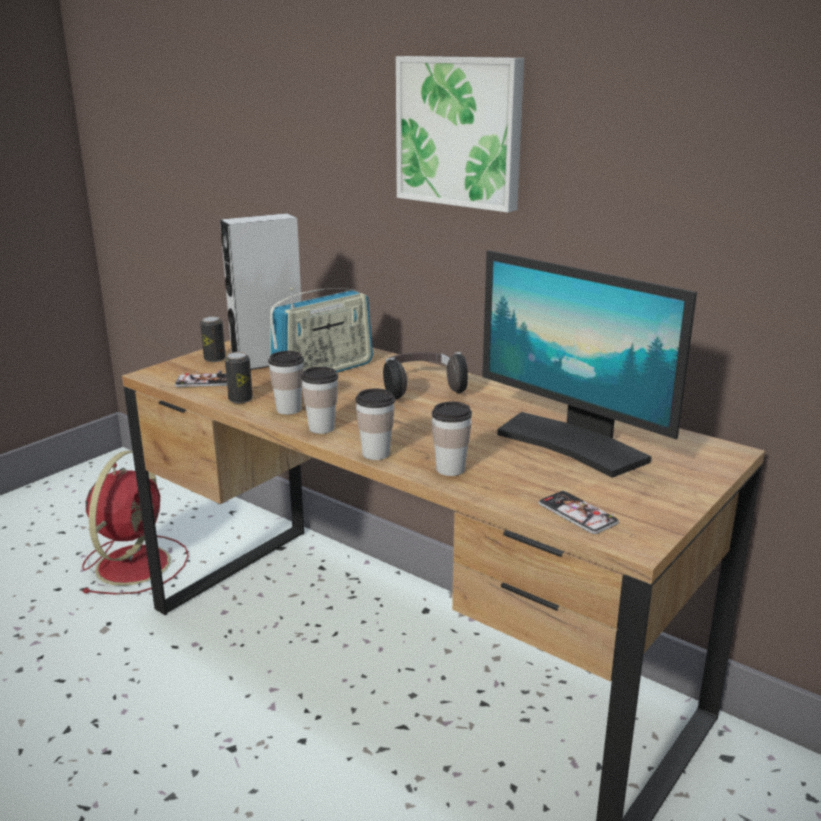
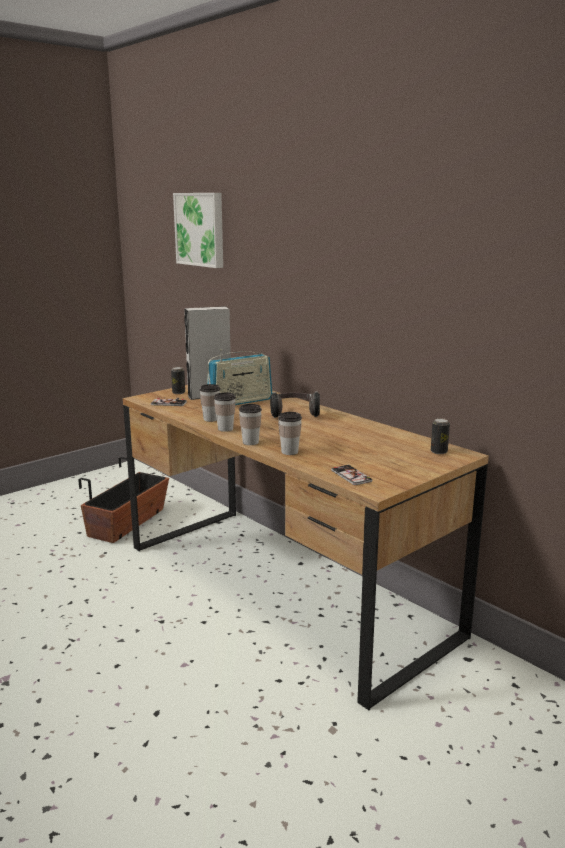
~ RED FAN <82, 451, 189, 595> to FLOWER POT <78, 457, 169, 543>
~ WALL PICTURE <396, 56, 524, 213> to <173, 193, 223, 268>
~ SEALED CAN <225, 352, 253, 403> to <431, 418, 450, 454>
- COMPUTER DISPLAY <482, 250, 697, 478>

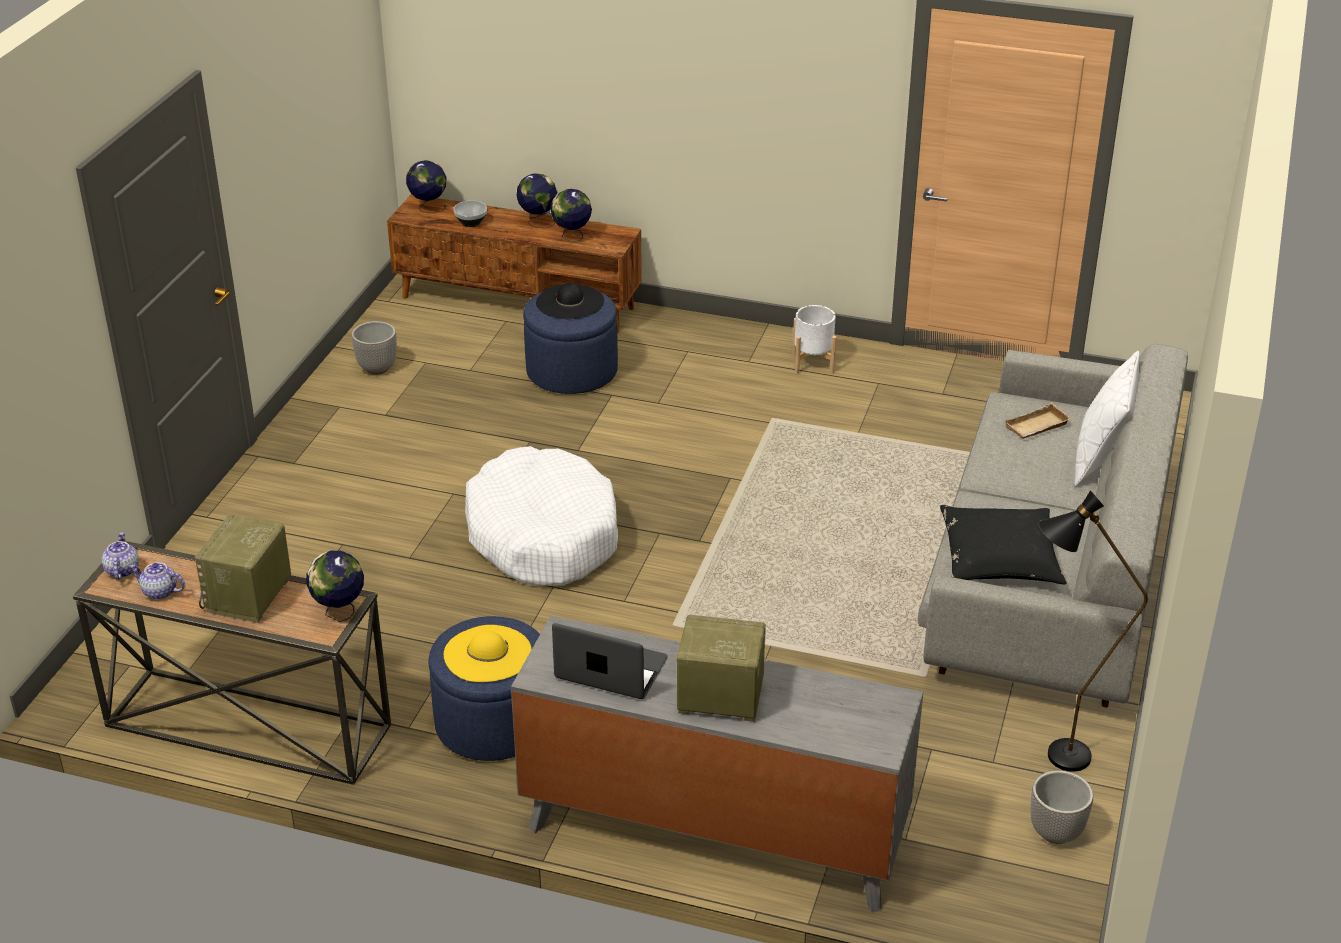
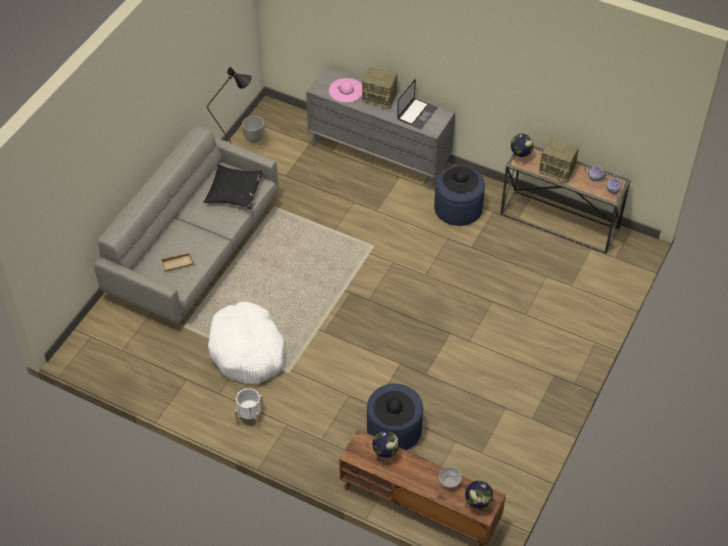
~ WHITE DOG BED <465, 446, 618, 586> to <208, 301, 286, 385>
+ PINK-COLOURED WEARABLE HAT <329, 78, 363, 102>
~ NOTEBOOK COMPUTER <552, 623, 668, 699> = <397, 79, 438, 129> 90 degrees counterclockwise
~ YELLOWISH WEARABLE HAT <444, 625, 532, 682> to BLACK WEARABLE HAT <443, 166, 479, 193>
~ RADIO SET <195, 514, 291, 623> = <539, 137, 579, 183> 90 degrees clockwise
- FLOWER POT <351, 321, 397, 375>
- GLOBE <517, 173, 557, 228>
- WHITE THROW PILLOW <1074, 351, 1140, 487>

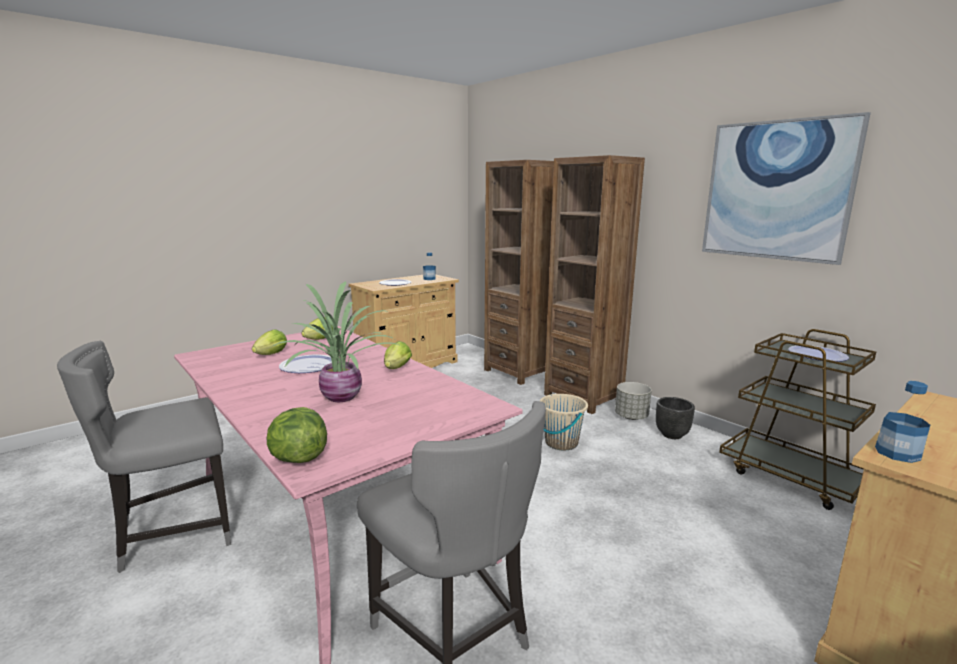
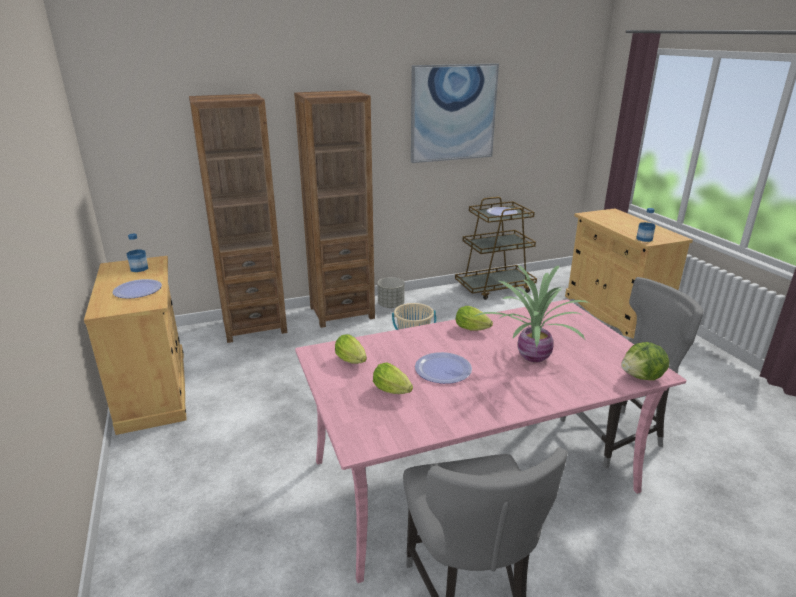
- BLACK FLOWER POT <656, 397, 695, 439>

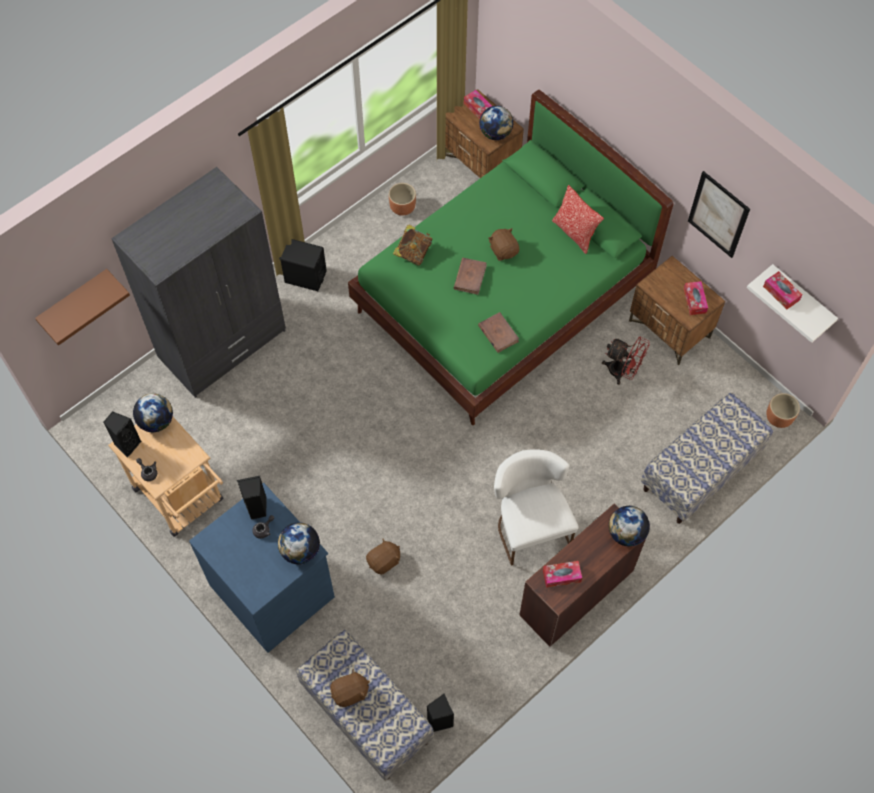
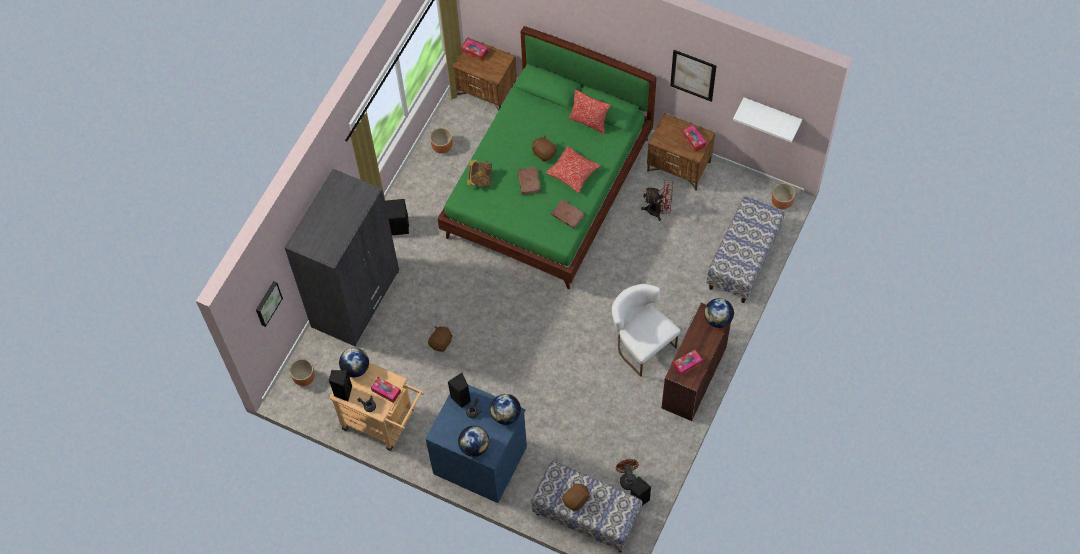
~ BROWN-COLOURED SHELF <35, 269, 130, 346> to WALL PICTURE <256, 281, 283, 327>
+ BROWN-COLOURED FLOWER POT <290, 359, 315, 386>
~ TISSUE HOLDER <763, 271, 803, 310> to <371, 377, 401, 403>
~ BROWN-COLOURED CUDDLY TOY <366, 539, 400, 575> to <428, 326, 453, 352>
~ GLOBE <479, 106, 514, 140> to <458, 426, 489, 457>
+ THROW PILLOW <545, 146, 601, 193>
+ BROWN-COLOURED FAN <616, 459, 639, 490>

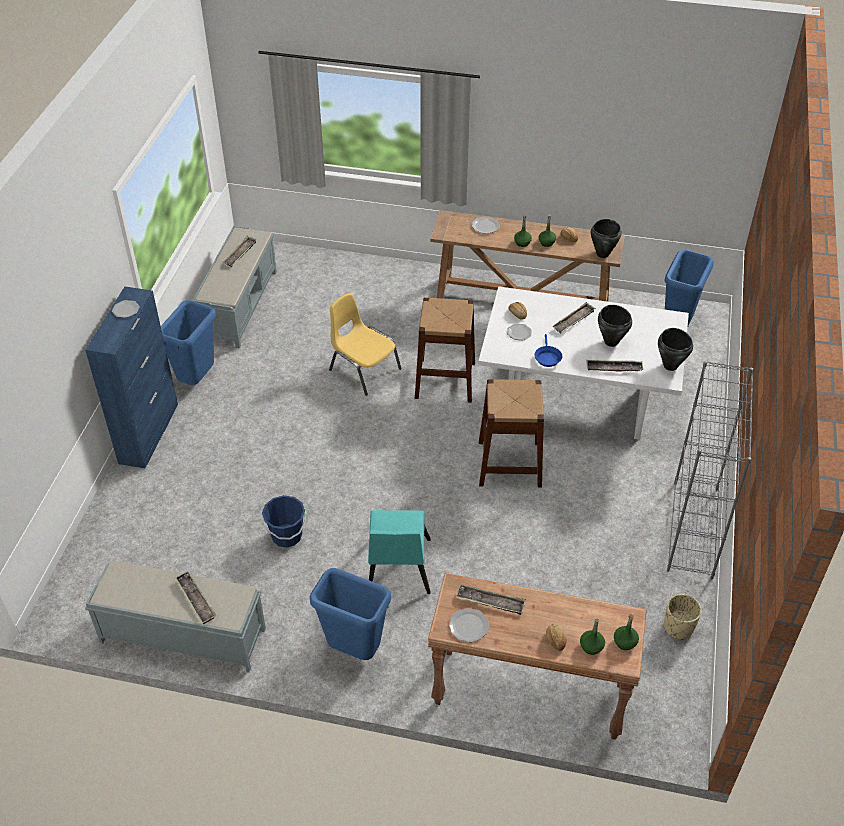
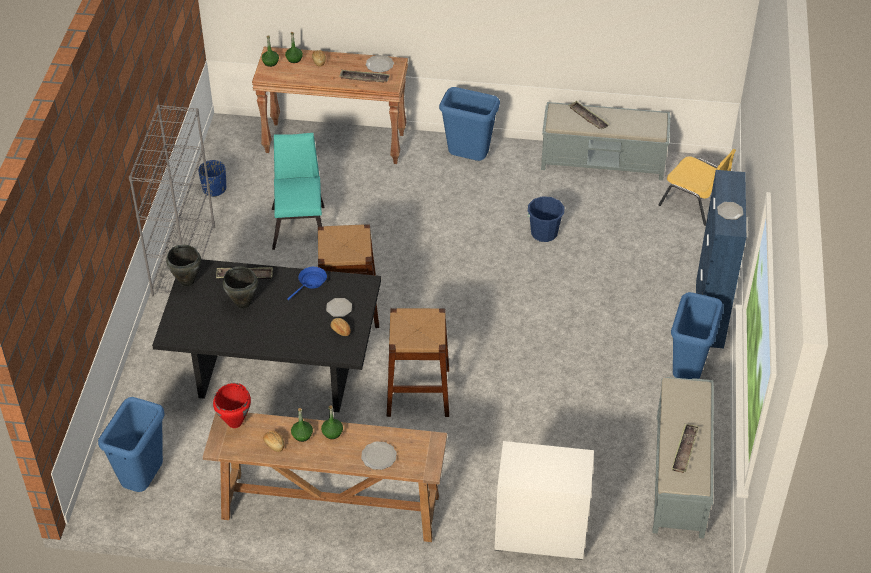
~ WHITE DINING TABLE <478, 286, 689, 440> to BLACK DINING TABLE <152, 259, 381, 412>
~ BEIGE FLOWER POT <664, 594, 702, 640> to BLUISH FLOWER POT <198, 160, 226, 197>
~ BLACK COOKING POT <590, 219, 622, 258> to RED COOKING POT <213, 383, 251, 428>
~ BLUE-GREEN CHAIR <368, 510, 431, 594> to <272, 133, 324, 250>
~ BLUISH FRYING PAN <534, 334, 562, 367> = <287, 267, 327, 300> 45 degrees clockwise
+ WHITE DRESSER <494, 441, 594, 560>
~ YELLOWISH CHAIR <329, 293, 401, 396> to <658, 149, 736, 226>
- SERVING TRAY <552, 302, 596, 333>

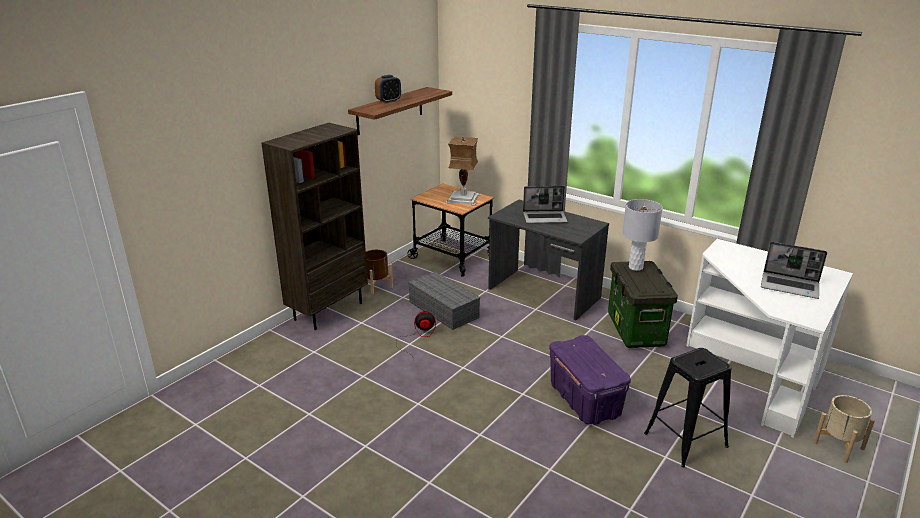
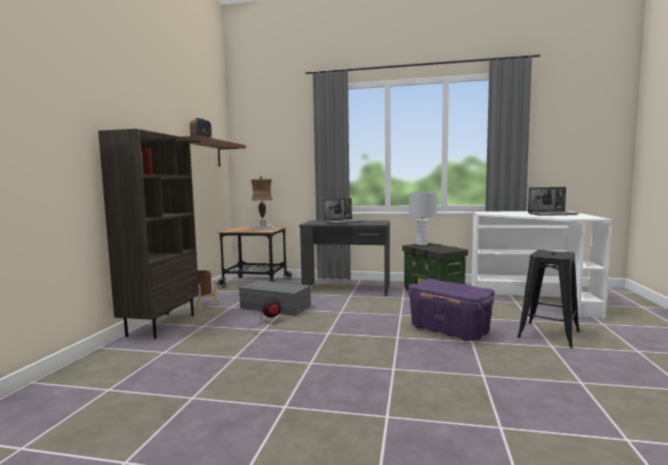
- BEIGE FLOWER POT <813, 395, 875, 463>

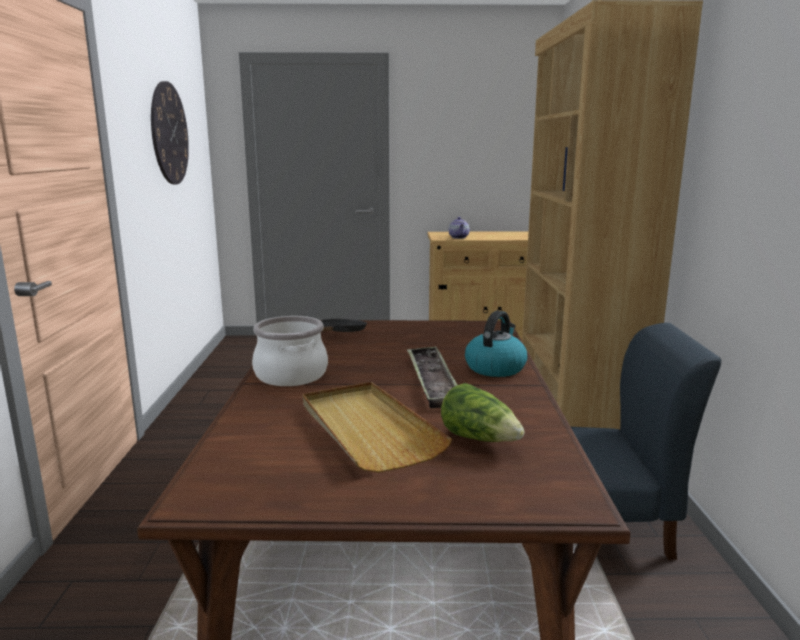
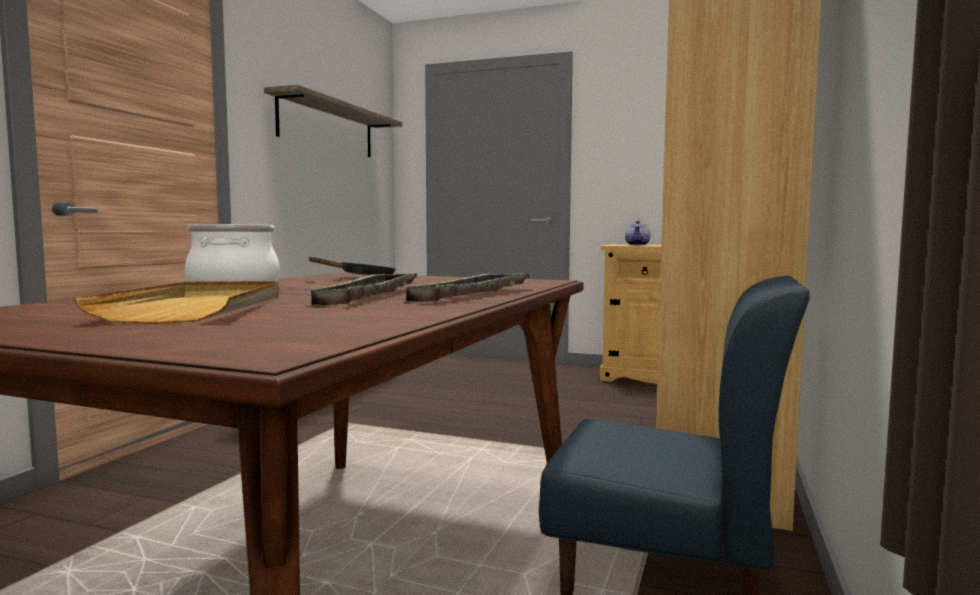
~ WALL CLOCK <151, 81, 189, 184> to SHELF <264, 85, 403, 157>
~ KETTLE <465, 311, 528, 377> to SERVING TRAY <401, 273, 532, 302>
- HEAD OF LETTUCE <441, 383, 524, 442>

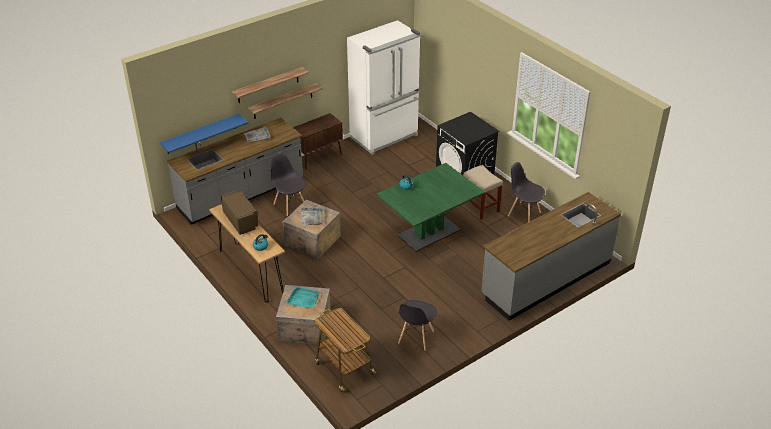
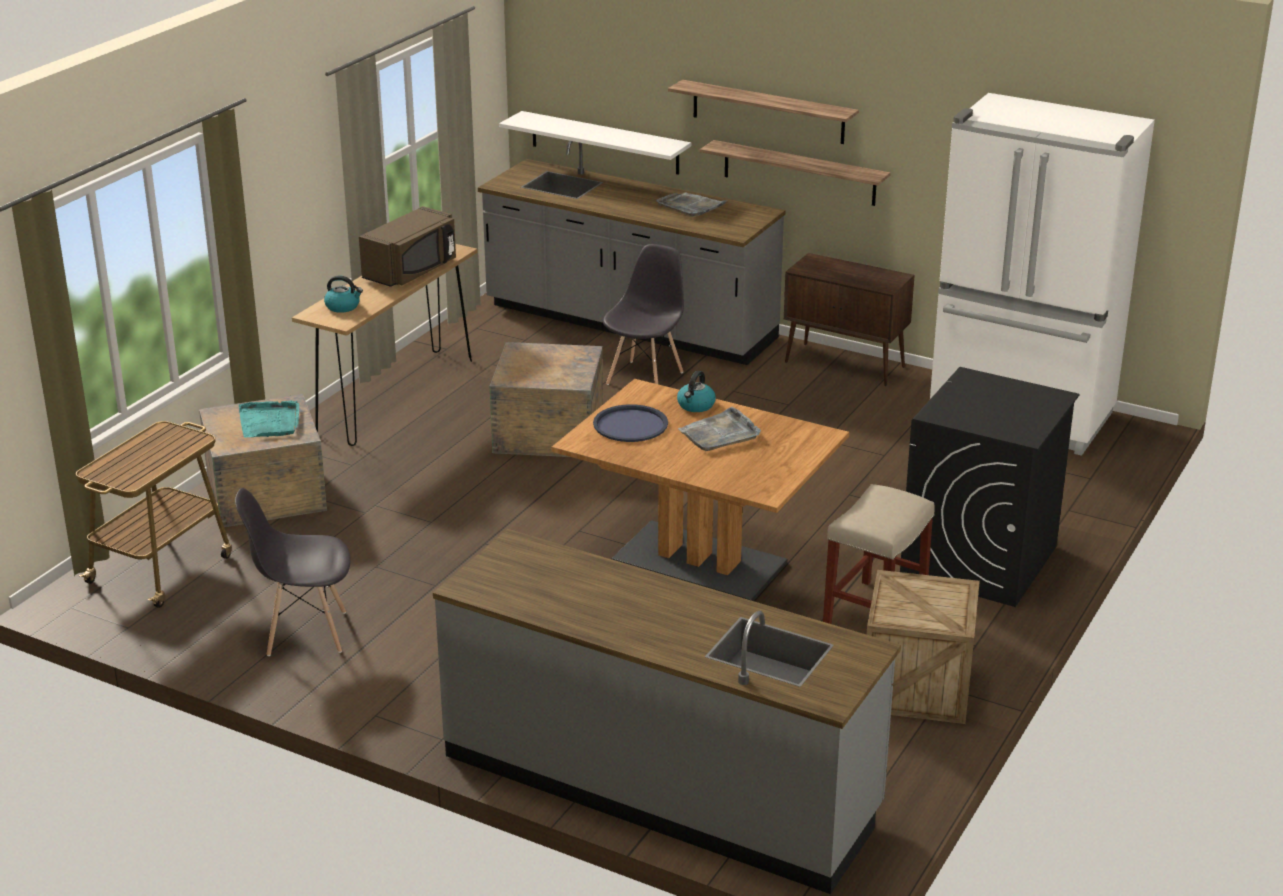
~ BLUISH SHELF <160, 114, 248, 154> to WHITE SHELF <499, 111, 691, 175>
~ GREEN DINING TABLE <376, 163, 485, 252> to BROWN-COLOURED DINING TABLE <552, 379, 849, 601>
+ BLUISH SERVING TRAY <593, 404, 668, 442>
~ GREY SERVING TRAY <301, 207, 324, 225> to <678, 407, 761, 451>
~ GREY CHAIR <508, 162, 545, 222> to SHIPPING CRATE <867, 570, 980, 724>

